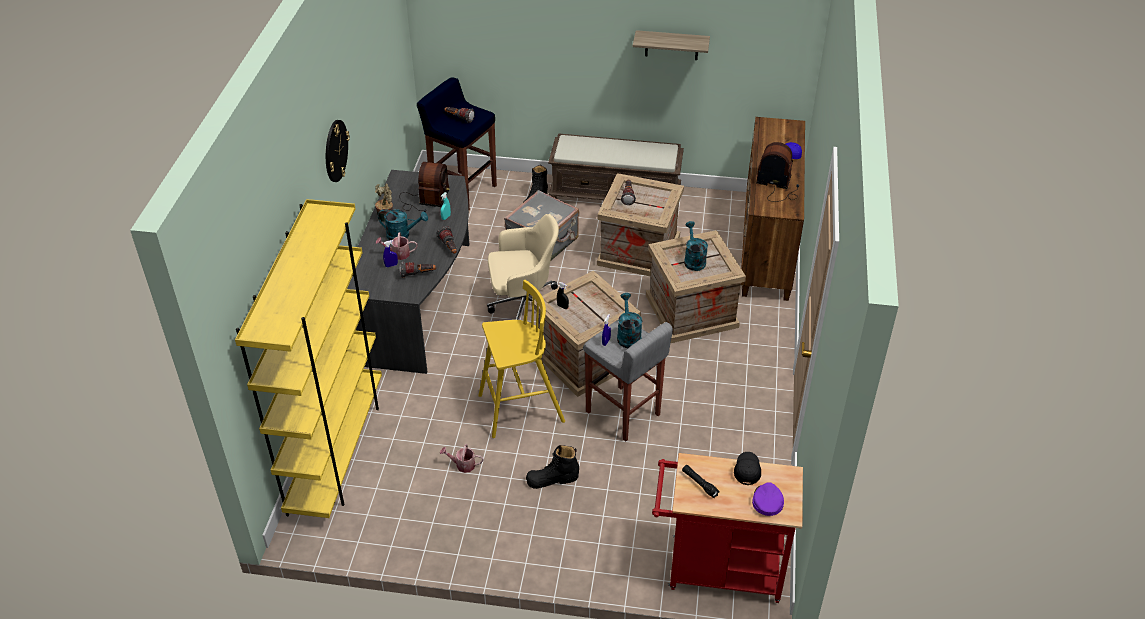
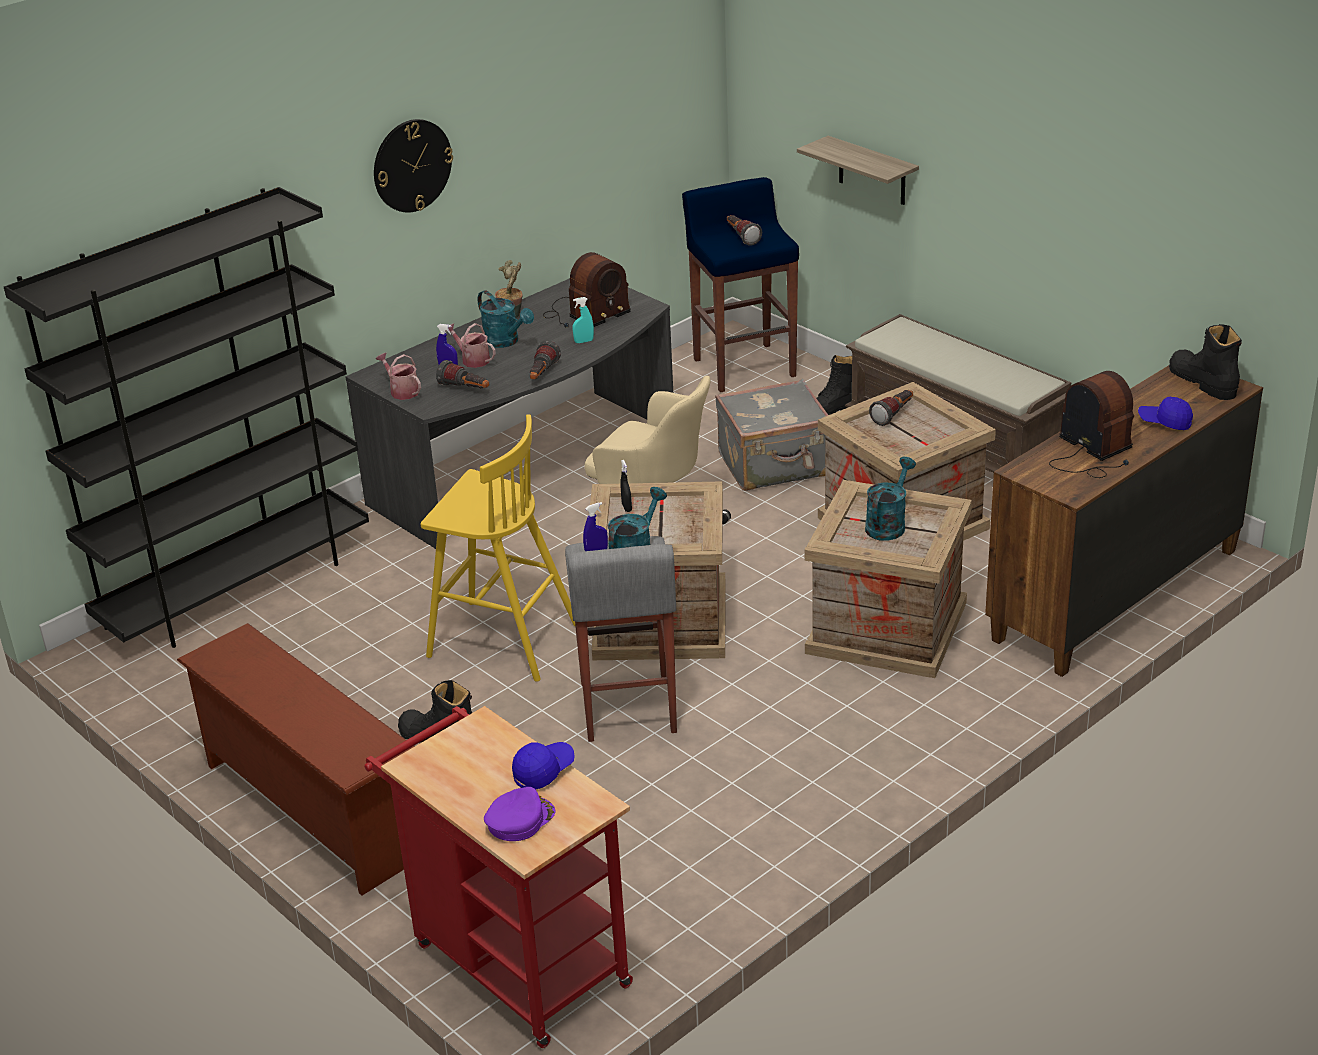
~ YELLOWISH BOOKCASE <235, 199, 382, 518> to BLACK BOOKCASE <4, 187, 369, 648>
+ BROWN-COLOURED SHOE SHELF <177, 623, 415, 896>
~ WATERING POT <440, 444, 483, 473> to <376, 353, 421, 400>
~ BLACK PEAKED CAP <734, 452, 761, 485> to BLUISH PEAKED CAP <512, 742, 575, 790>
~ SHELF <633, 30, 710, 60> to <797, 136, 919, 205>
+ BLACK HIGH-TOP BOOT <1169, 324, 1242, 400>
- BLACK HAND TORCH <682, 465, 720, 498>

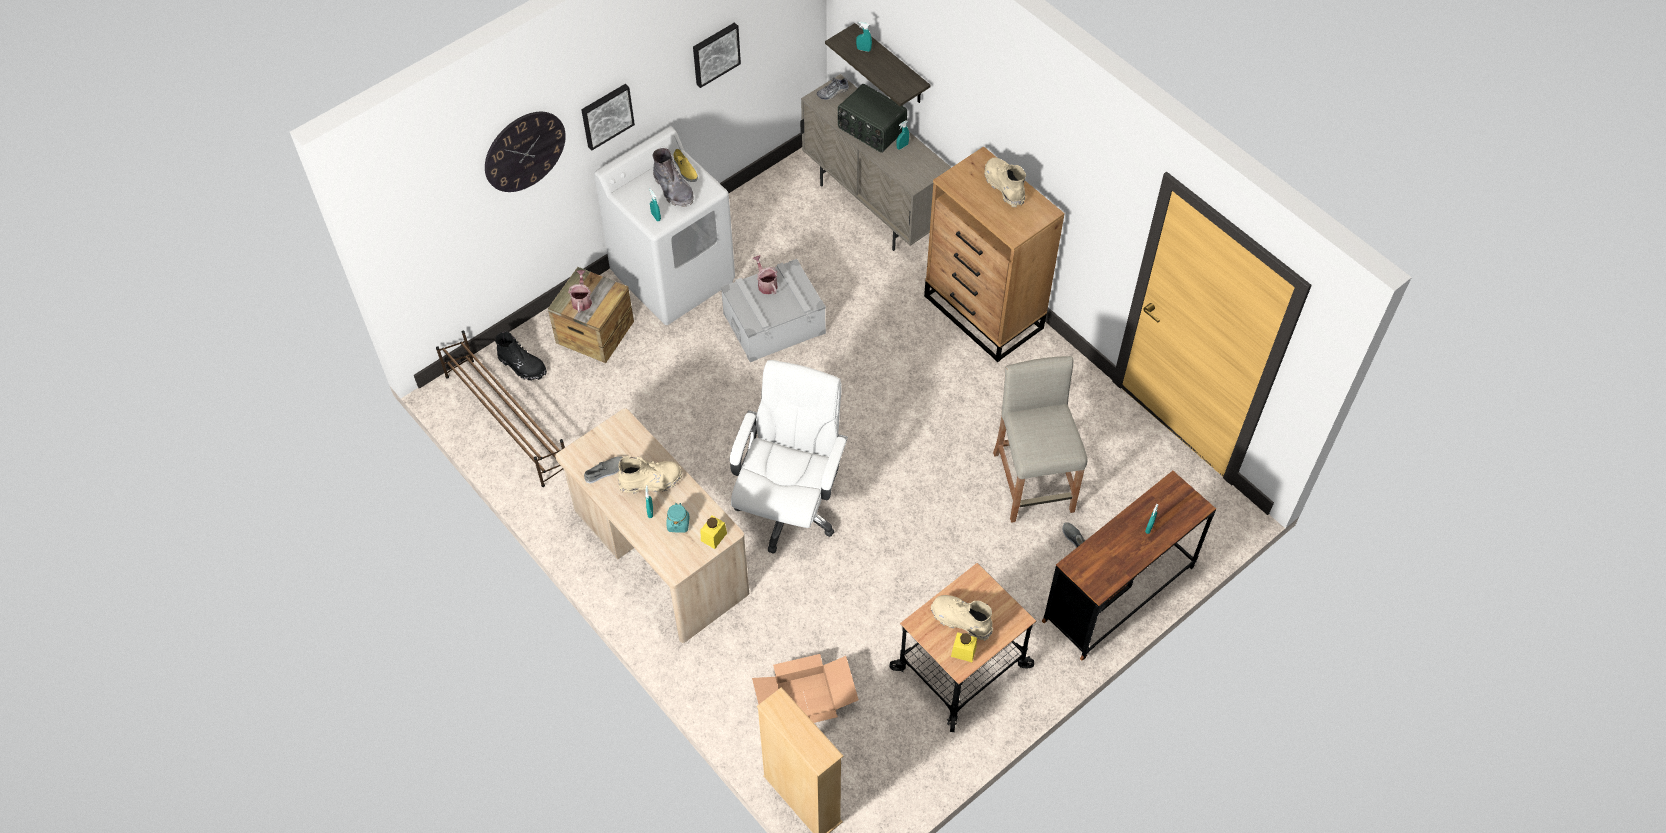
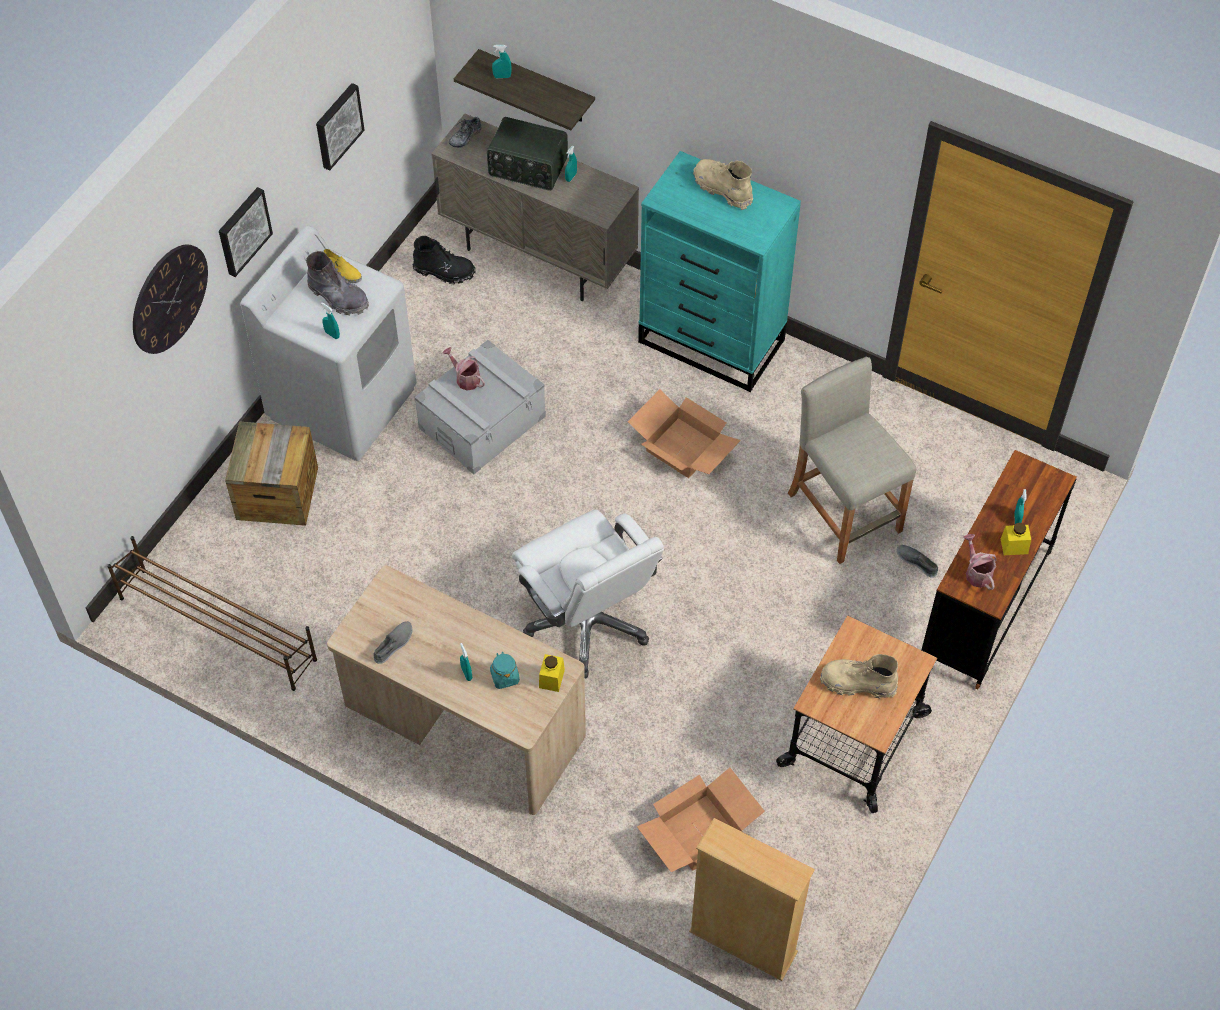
~ BLACK HIGH-TOP BOOT <495, 331, 547, 381> to <413, 236, 475, 284>
~ WHITE COMPUTER CHAIR <730, 360, 848, 554> = <512, 509, 664, 678> 150 degrees clockwise
+ PACKING BOX <628, 389, 741, 478>
~ BROWN-COLOURED DRESSER <924, 146, 1065, 362> to BLUE-GREEN DRESSER <638, 151, 801, 392>
~ WATERING POT <568, 270, 592, 313> to <964, 534, 996, 590>
~ YELLOWISH PRESERVE JAR <951, 632, 977, 662> to <1001, 522, 1031, 555>
- BEIGE HIGH-TOP BOOT <618, 456, 682, 494>

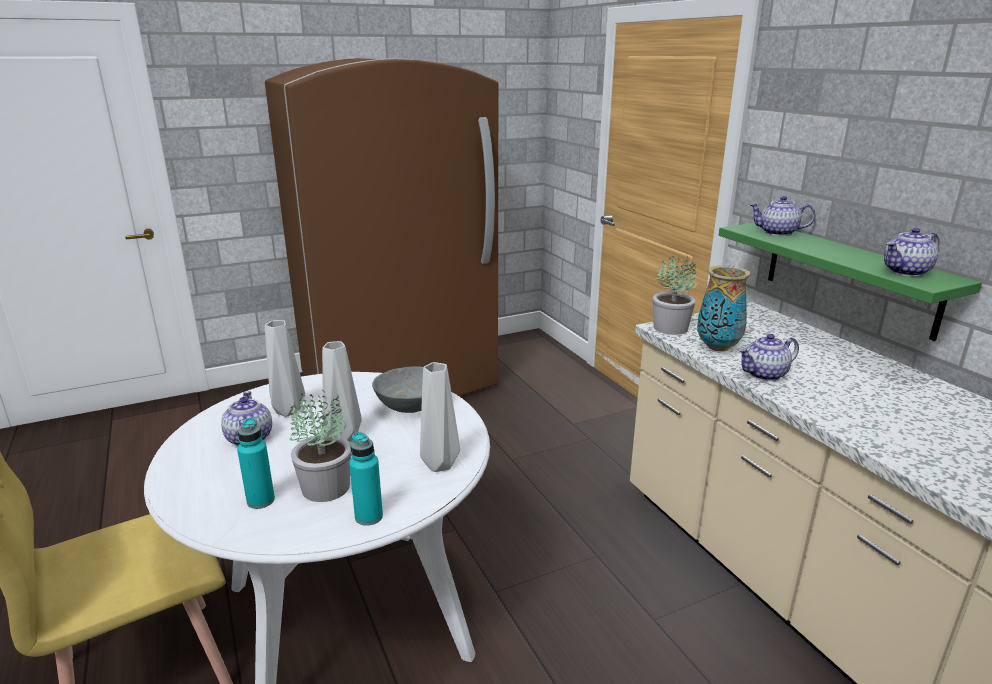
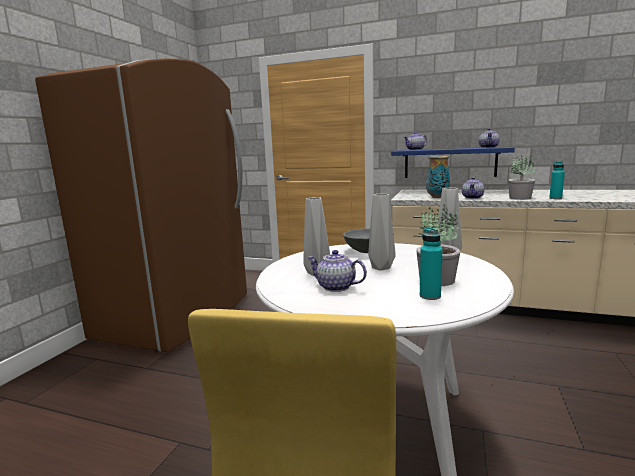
~ GREEN SHELF <719, 223, 982, 341> to BLUISH SHELF <391, 147, 515, 178>
~ POTTED PLANT <653, 256, 697, 335> to <508, 155, 535, 200>
~ BLUE-GREEN BOTTLE <349, 432, 383, 526> to <549, 161, 565, 199>

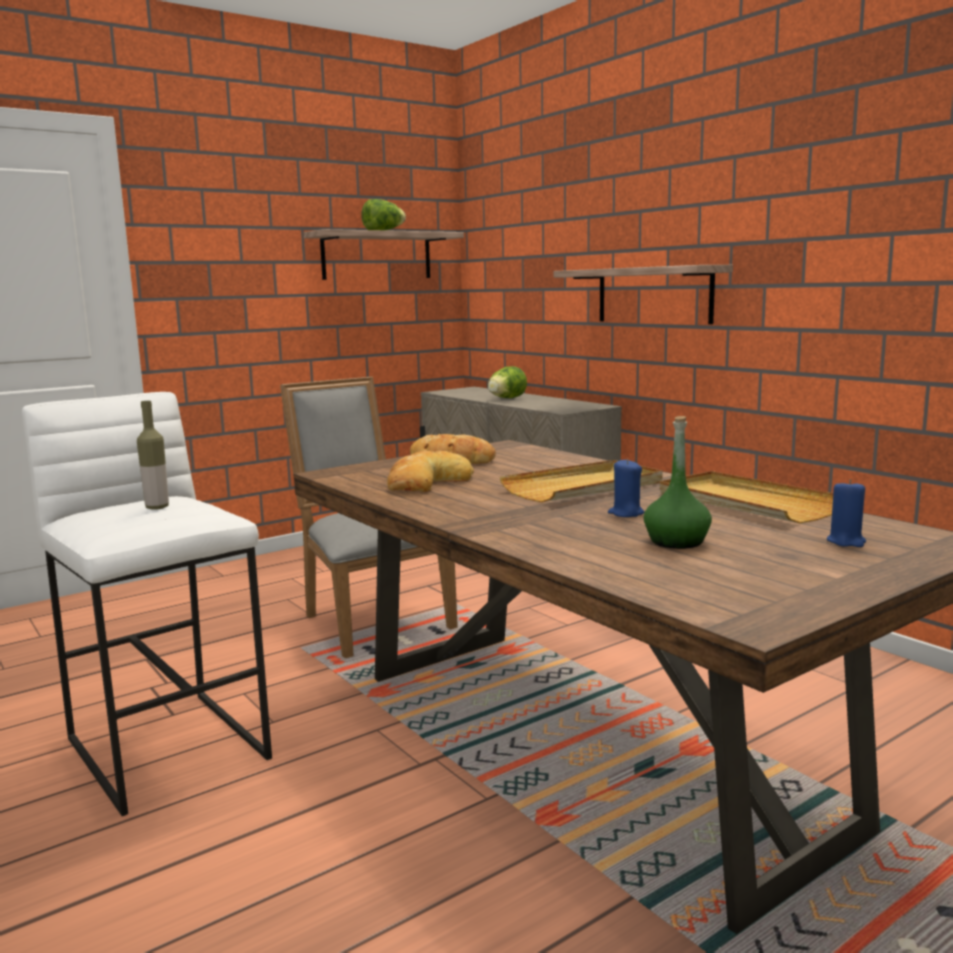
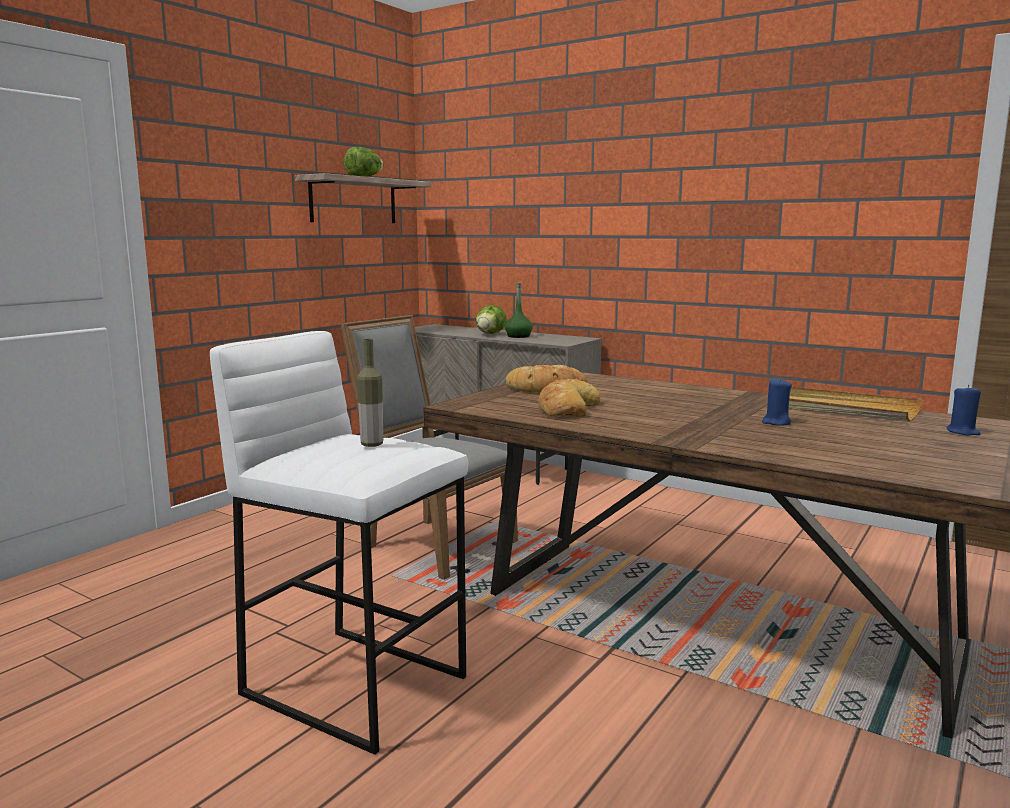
~ GREEN BOTTLE <643, 416, 712, 549> to <505, 282, 533, 338>
- BEIGE SERVING TRAY <500, 460, 663, 502>
- SHELF <554, 265, 733, 324>

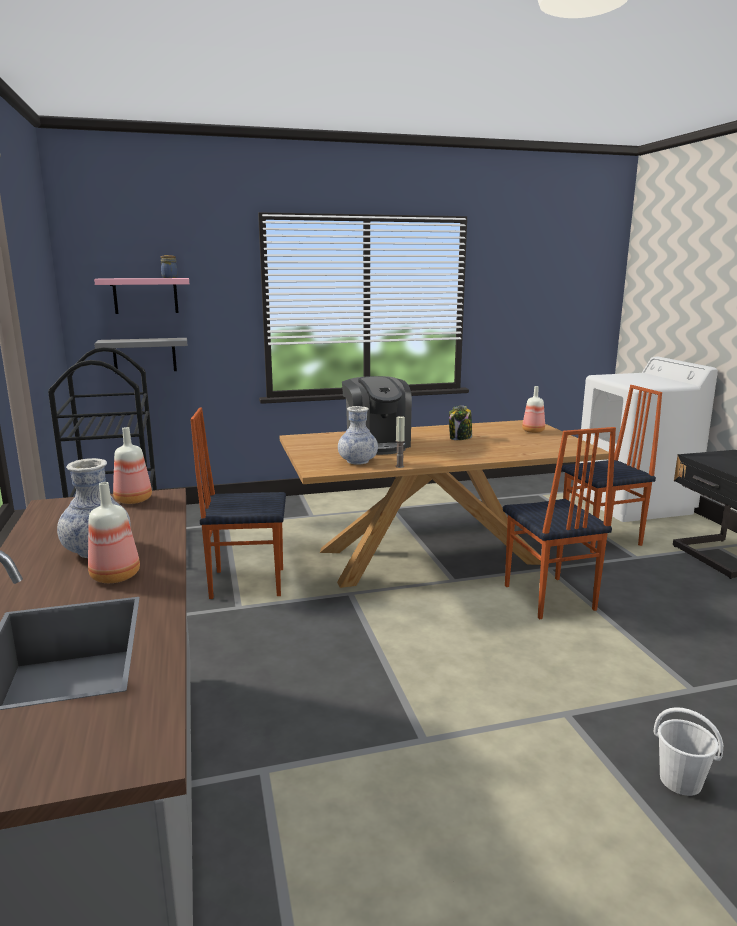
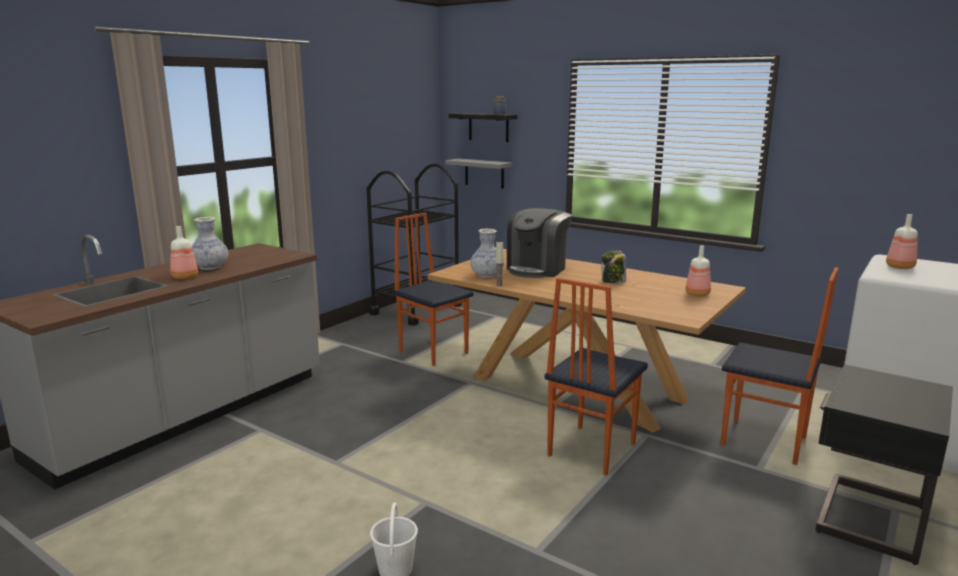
~ PINK-COLOURED SHELF <94, 278, 189, 314> to BLACK SHELF <449, 113, 517, 142>
~ BOTTLE <113, 427, 152, 504> to <886, 214, 918, 269>

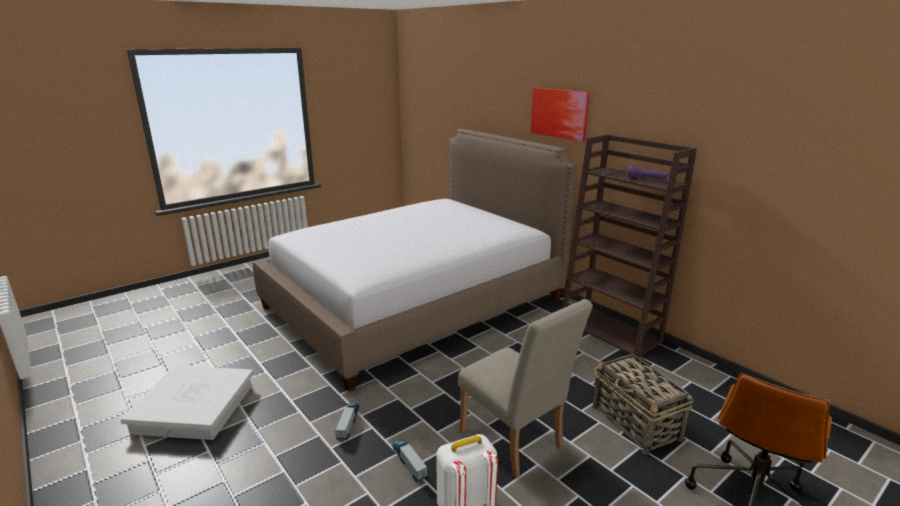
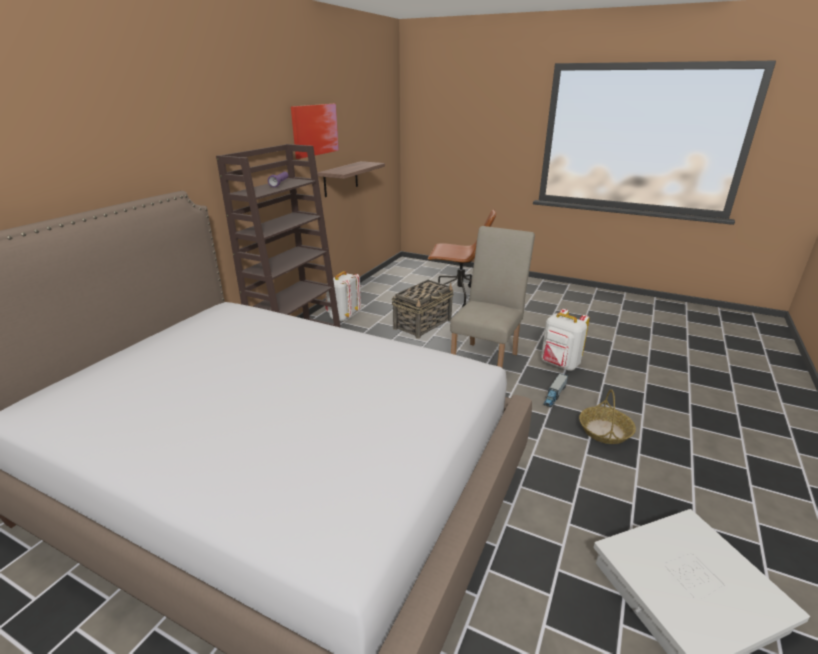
~ WALL PICTURE <530, 88, 590, 142> to <291, 104, 339, 159>
+ SHELF <317, 161, 385, 197>
+ WHITE KNAPSACK <325, 271, 361, 321>
+ HOUSEHOLD BASKET <579, 389, 636, 444>
- TOY LORRY <335, 403, 359, 441>

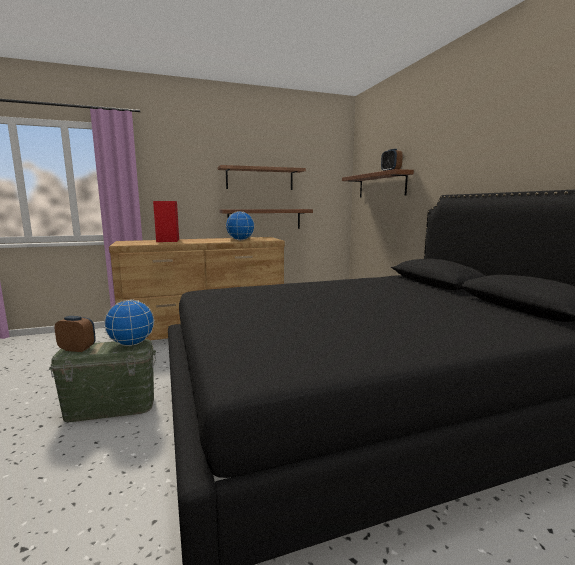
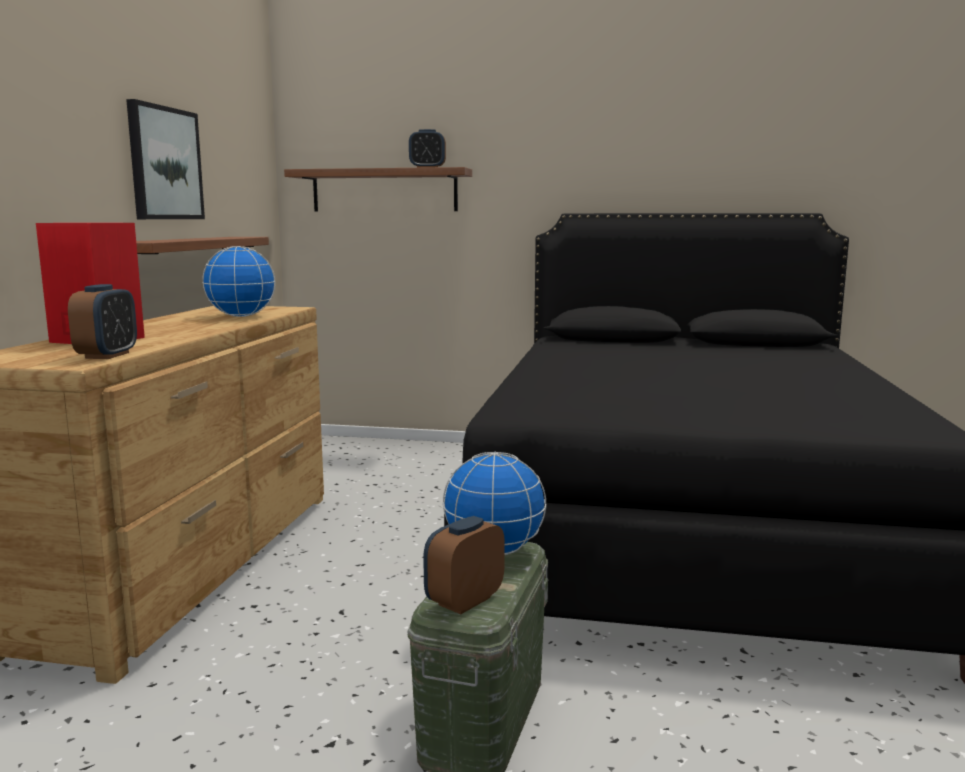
+ BEDSIDE CLOCK <68, 284, 137, 359>
~ SHELF <218, 165, 306, 190> to WALL PICTURE <126, 99, 205, 219>

